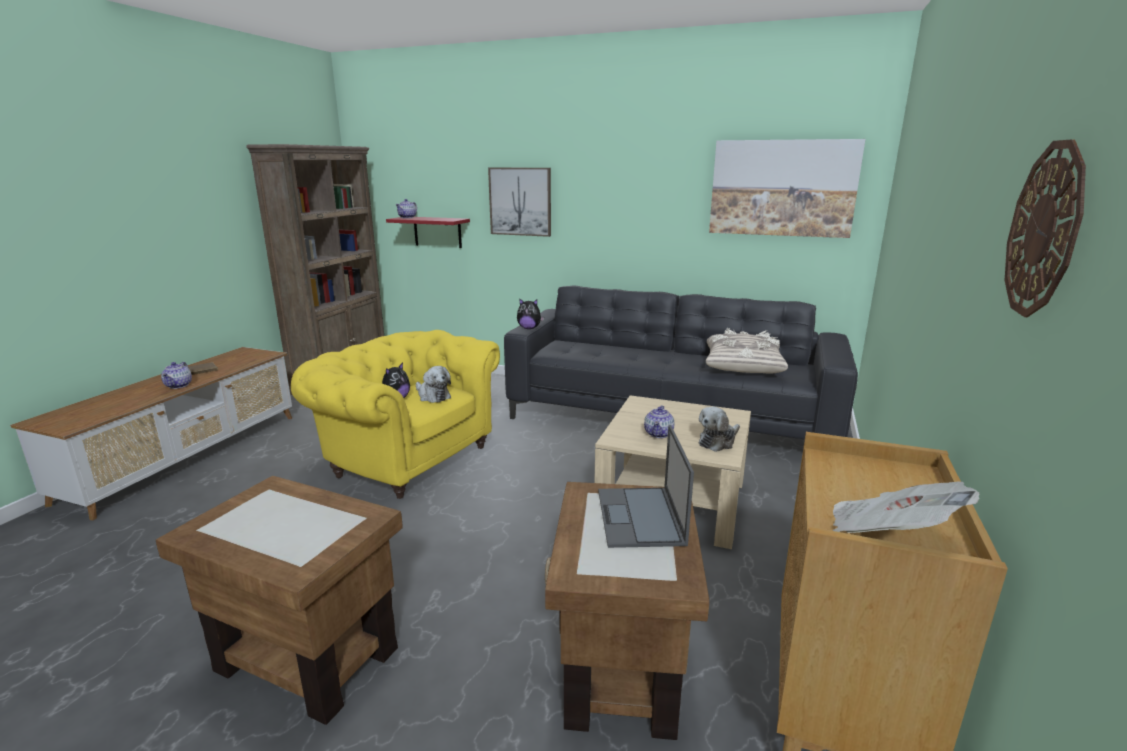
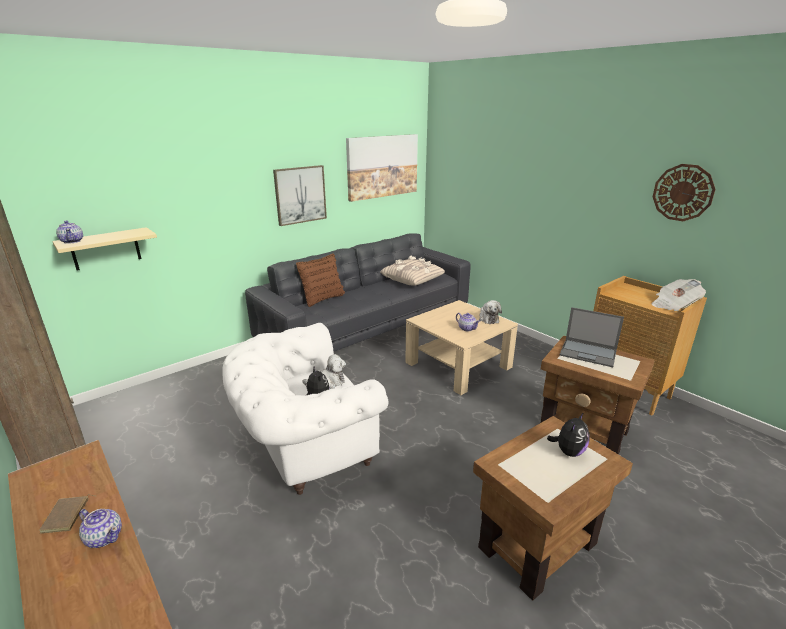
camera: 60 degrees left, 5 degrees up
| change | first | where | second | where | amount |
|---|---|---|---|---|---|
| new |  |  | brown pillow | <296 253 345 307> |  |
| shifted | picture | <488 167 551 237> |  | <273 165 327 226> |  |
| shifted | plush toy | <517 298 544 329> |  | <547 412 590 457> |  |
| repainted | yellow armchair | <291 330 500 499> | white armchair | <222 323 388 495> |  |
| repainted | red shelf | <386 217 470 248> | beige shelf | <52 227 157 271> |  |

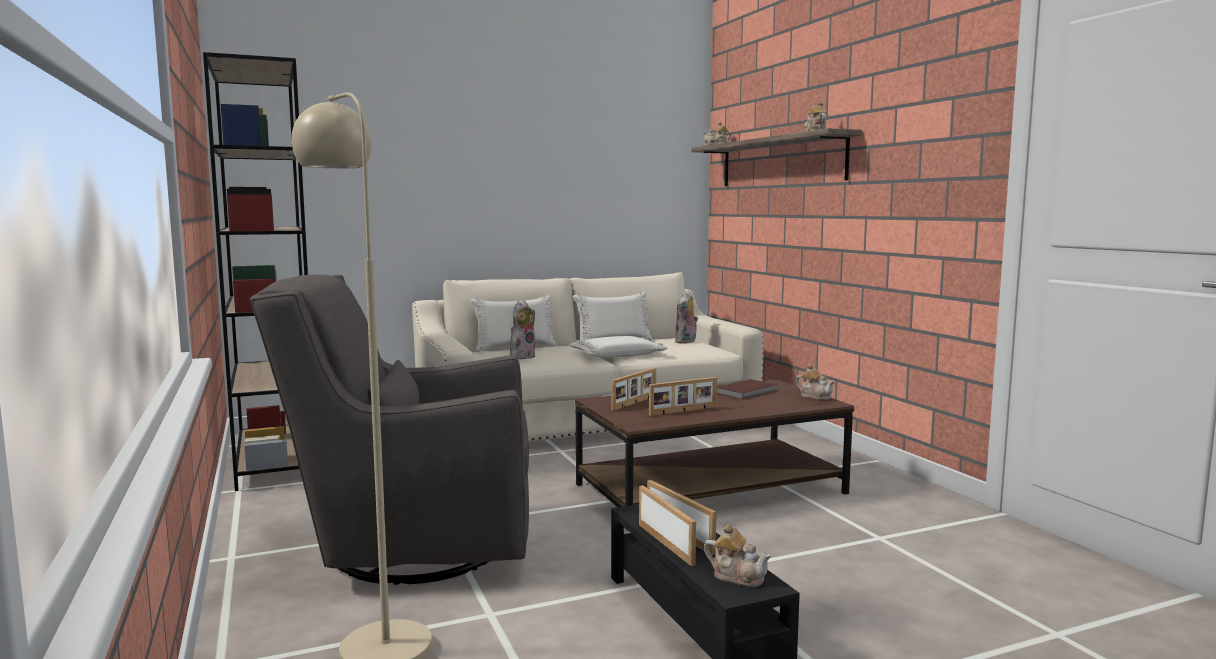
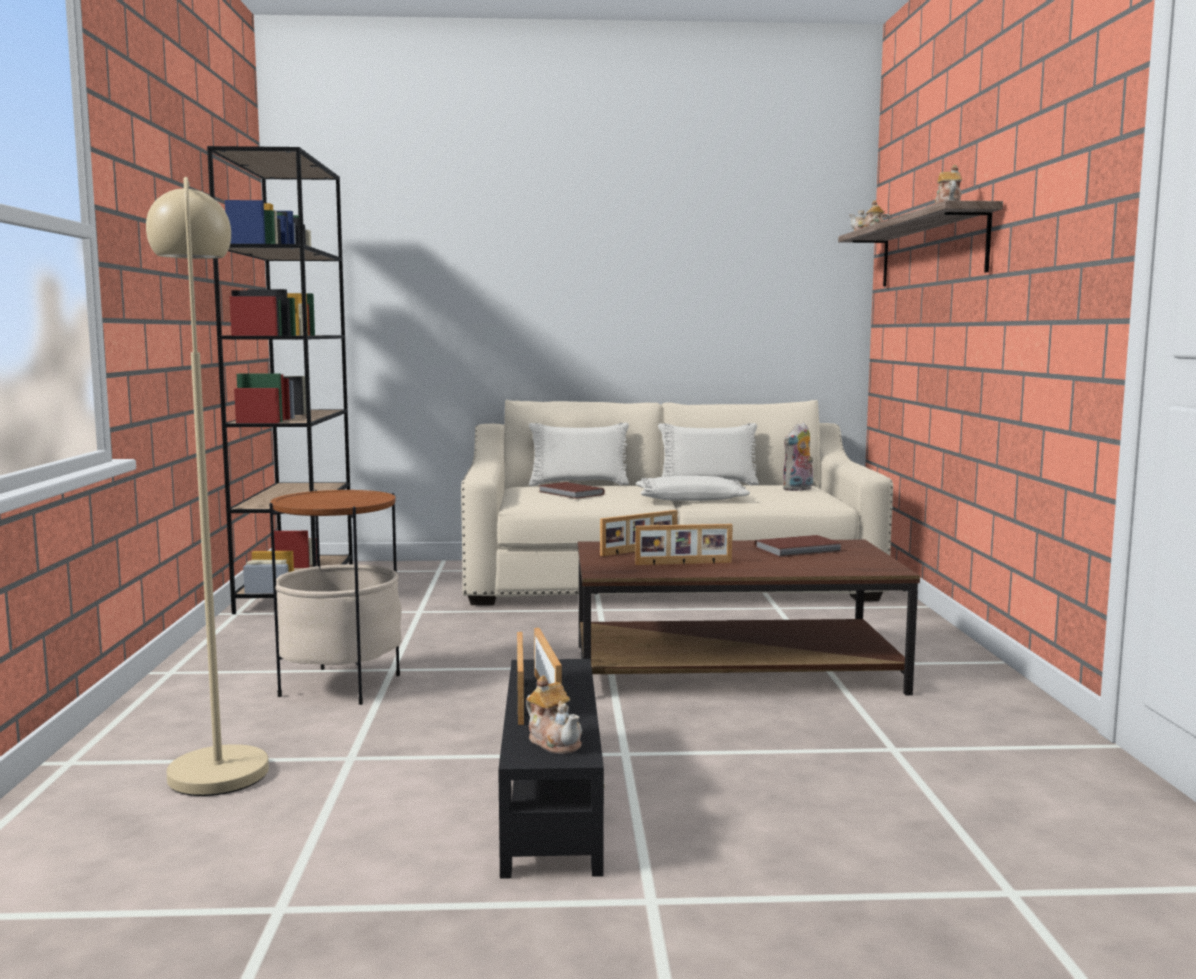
camera: 20 degrees right, 0 degrees up
| change | first | where | second | where | amount |
|---|---|---|---|---|---|
| gone | teapot | <796 364 835 400> |  |  |  |
| swapped | grey armchair | <250 275 529 585> | side table | <270 490 402 705> |  |
| swapped | plush toy | <510 301 535 359> | brown book | <538 482 605 499> |  |

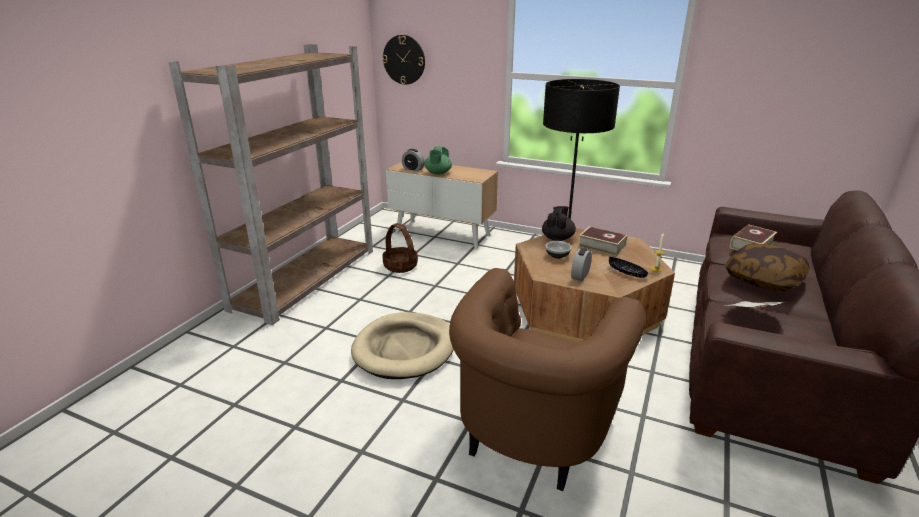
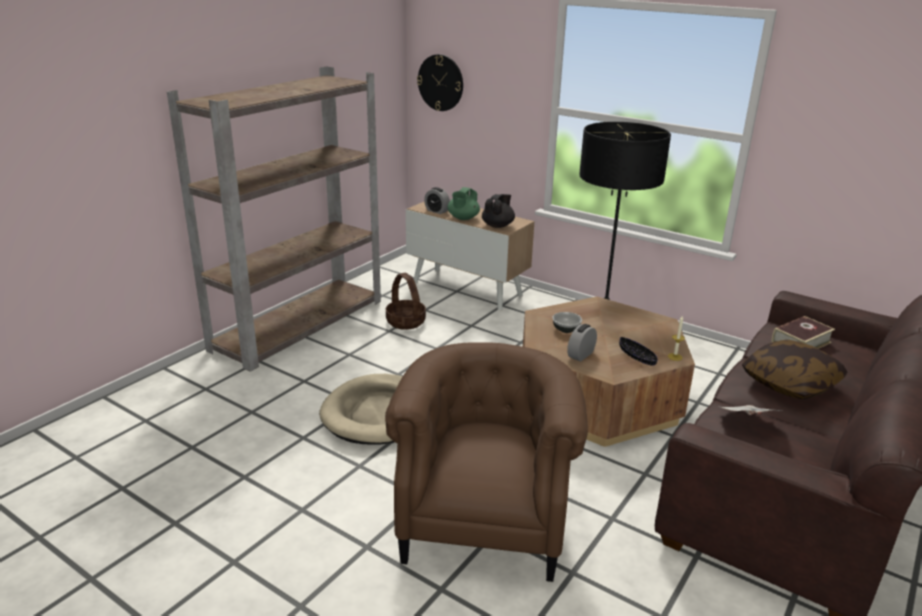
camera: 10 degrees right, 0 degrees up
| change | first | where | second | where | amount |
|---|---|---|---|---|---|
| gone | book | <578 226 627 256> |  |  |  |
| shifted | black teapot | <542 206 576 241> |  | <482 194 515 228> |  |
| rotated | brown armchair | <449 268 646 491> |  | <385 342 588 582> | 150 degrees clockwise |

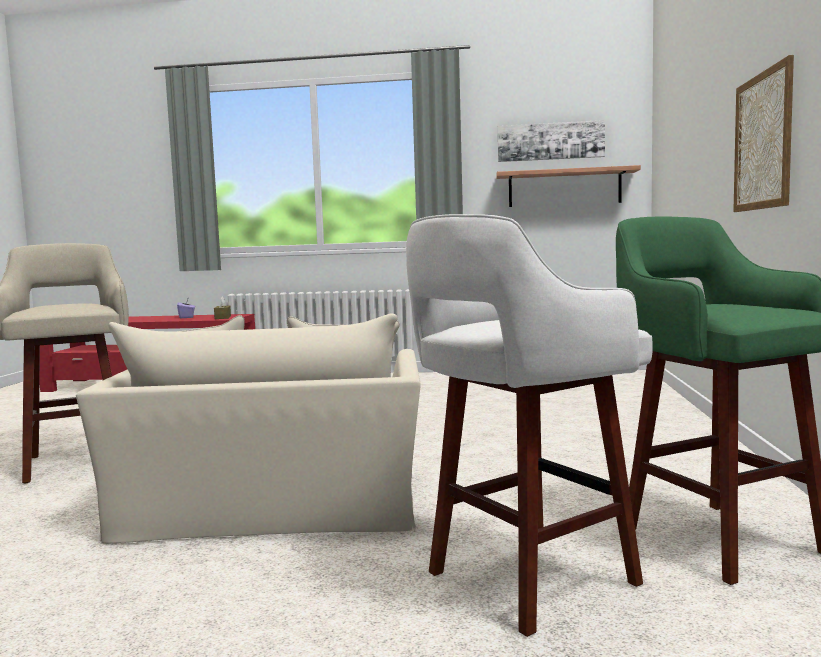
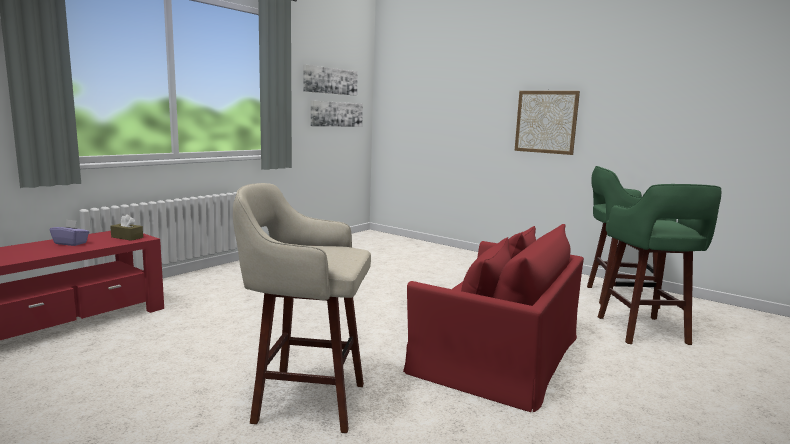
camera: 60 degrees left, 5 degrees up
| change | first | where | second | where | amount |
|---|---|---|---|---|---|
| swapped | shelf | <496 165 641 207> | picture | <310 101 363 127> |  |
| repainted | beige armchair | <76 314 421 544> | red armchair | <403 224 584 412> |  |
| repainted | white stool | <406 214 653 637> | green stool | <598 184 721 345> |  |

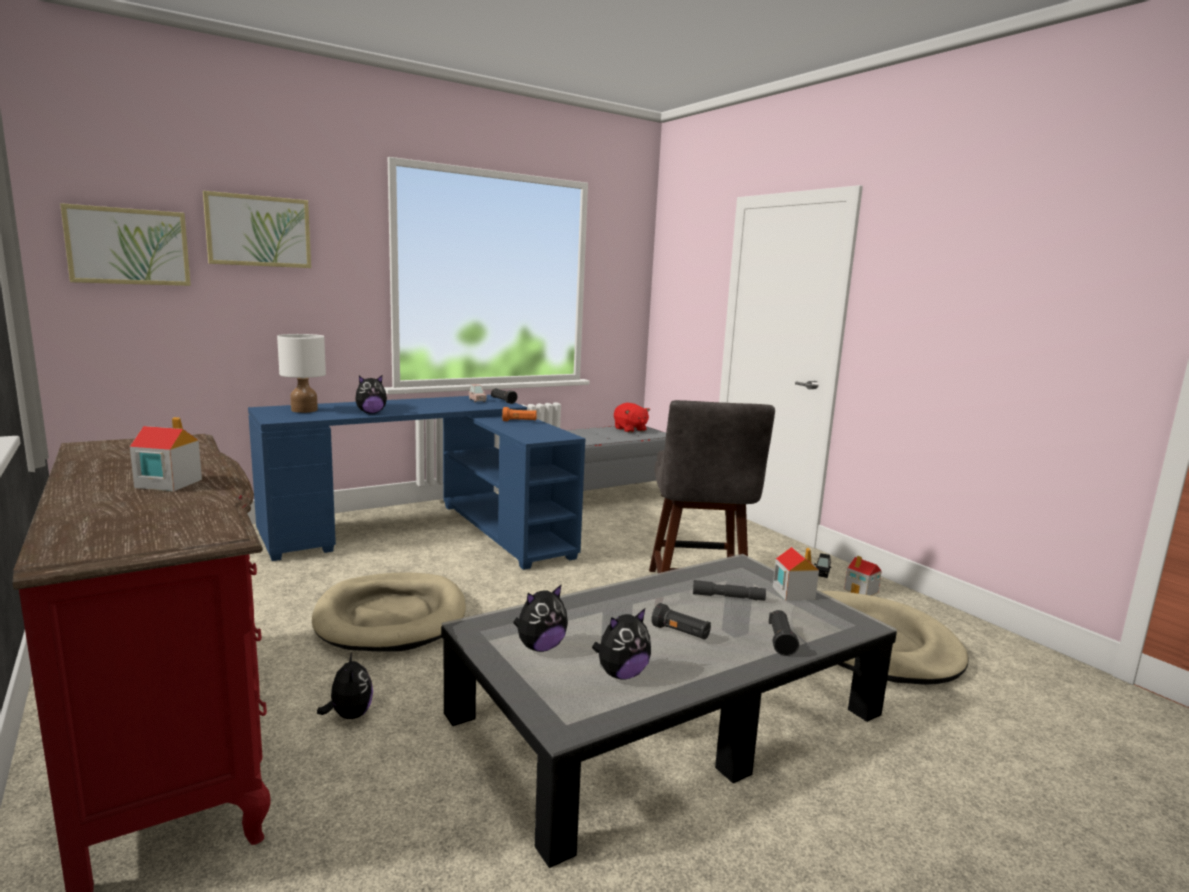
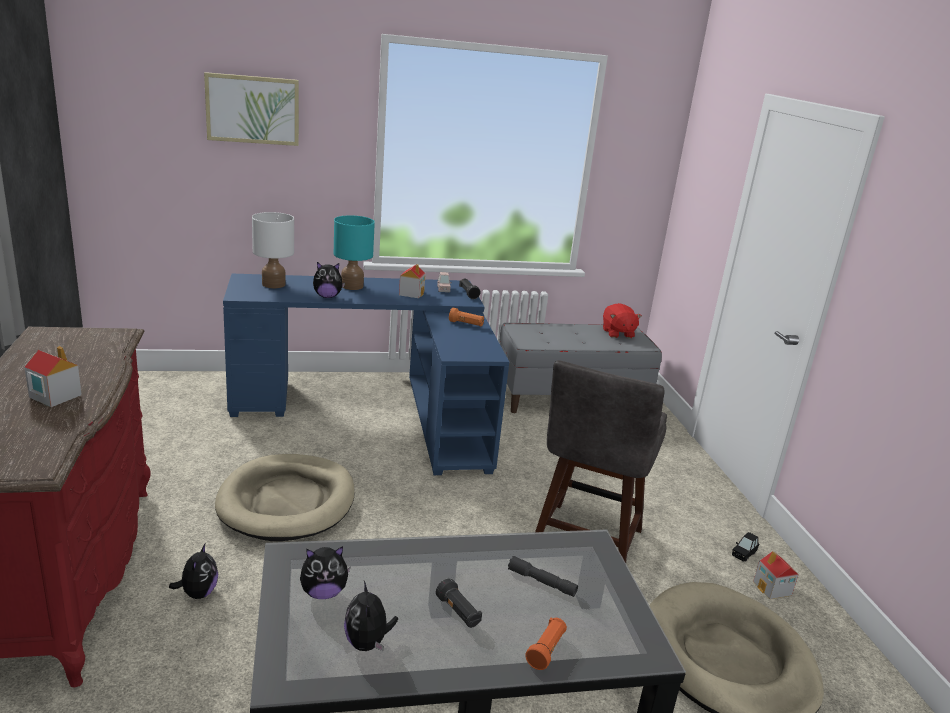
camera: 20 degrees right, 10 degrees up
| change | first | where | second | where | amount |
|---|---|---|---|---|---|
| gone | picture | <60 203 191 286> |  |  |  |
| new |  |  | turquoise table lamp | <334 215 375 290> |  |
| shifted | toy house | <773 547 819 601> |  | <399 264 426 298> |  |
| repainted | black flashlight | <769 610 799 656> | orange flashlight | <525 618 567 670> |  |
| rotated | plush toy | <592 608 651 680> |  | <344 581 398 651> | 90 degrees clockwise |

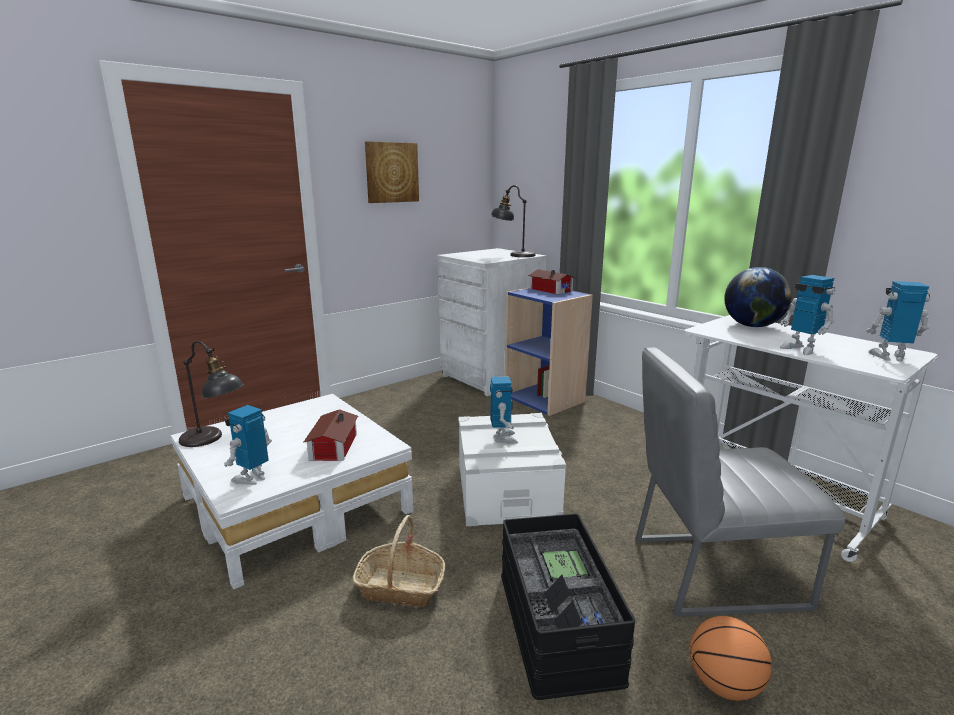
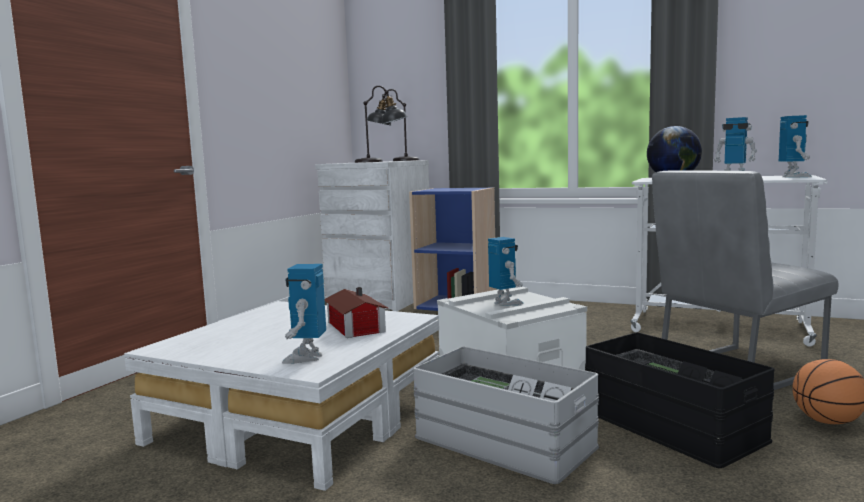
camera: 25 degrees left, 10 degrees down
| change | first | where | second | where | amount |
|---|---|---|---|---|---|
| gone | picture | <365 141 419 203> |  |  |  |
| gone | toy house | <528 269 575 295> |  |  |  |
| shifted | grey table lamp | <179 341 243 447> |  | <355 86 408 163> |  |
| swapped | basket | <353 515 445 607> | grey storage box | <413 347 599 484> |  |
| rotated | toy robot | <866 281 931 362> |  | <779 115 812 178> | 105 degrees clockwise |

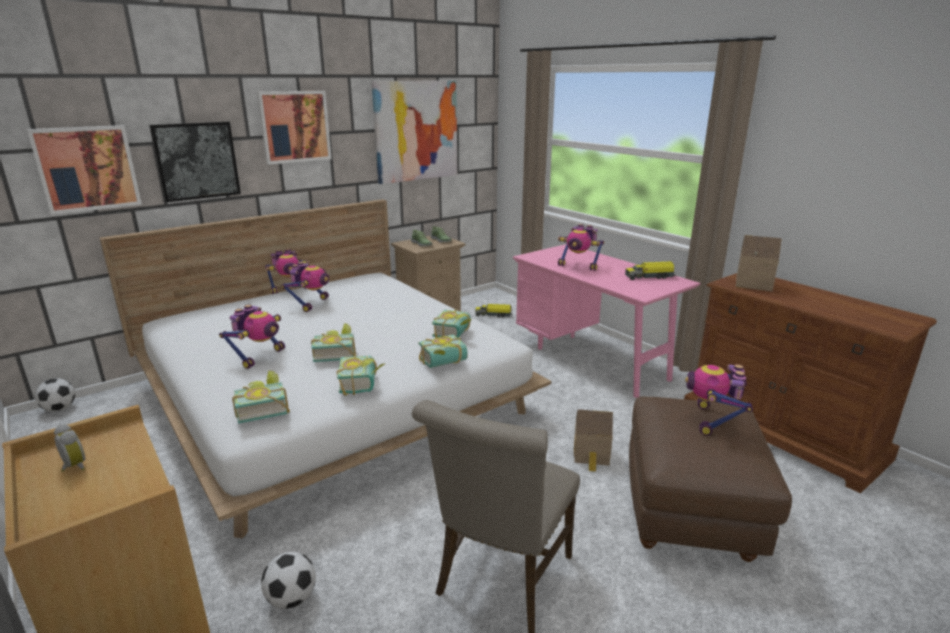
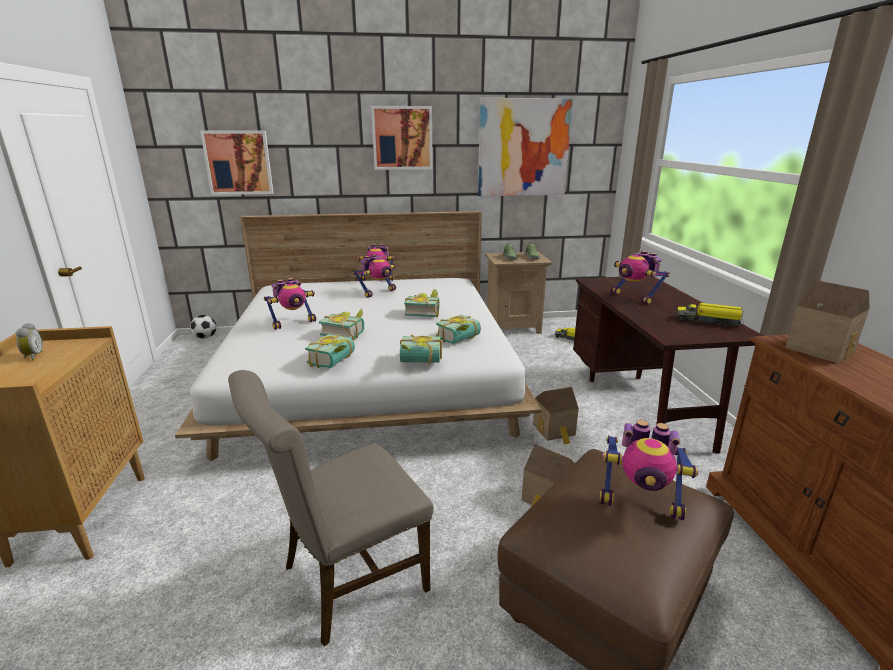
camera: 30 degrees right, 0 degrees up
| change | first | where | second | where | amount |
|---|---|---|---|---|---|
| gone | picture | <149 122 241 202> |  |  |  |
| gone | football | <261 552 316 609> |  |  |  |
| new |  |  | toy house | <533 387 579 445> |  |
| shifted | book | <232 371 290 424> |  | <404 289 440 317> |  |
| repainted | pink desk | <513 244 700 398> | brown desk | <573 276 764 454> |  |
| rotated | toy robot | <685 364 753 436> |  | <599 420 699 520> | 120 degrees counterclockwise |

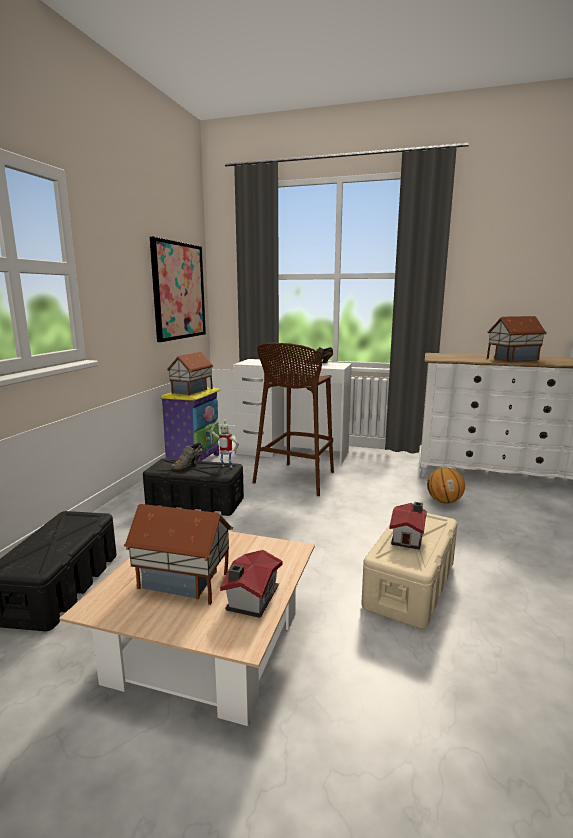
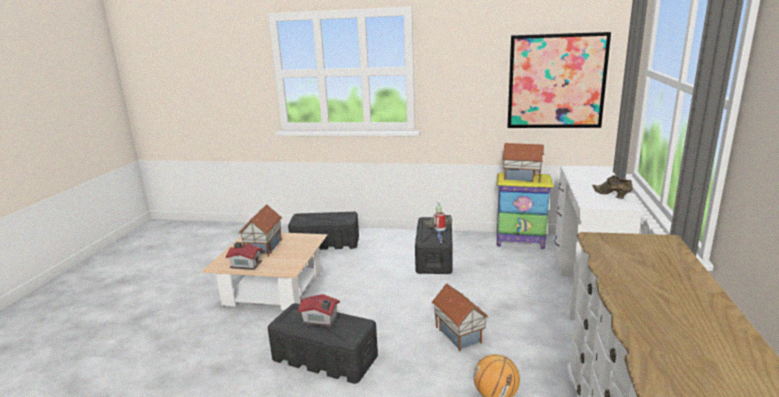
camera: 85 degrees right, 5 degrees up
| change | first | where | second | where | amount |
|---|---|---|---|---|---|
| gone | brown stool | <252 343 334 496> |  |  |  |
| shifted | toy house | <487 316 547 362> |  | <432 283 488 351> |  |
| repainted | beige storage box | <361 513 457 629> | black storage box | <268 303 378 384> |  |

